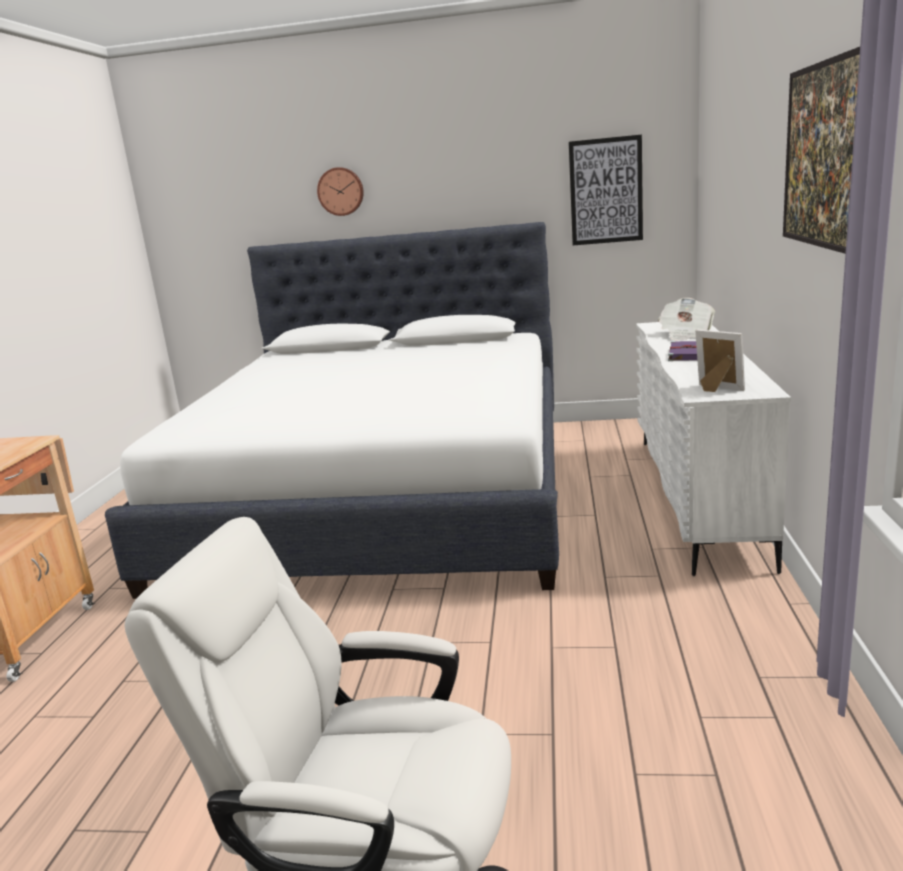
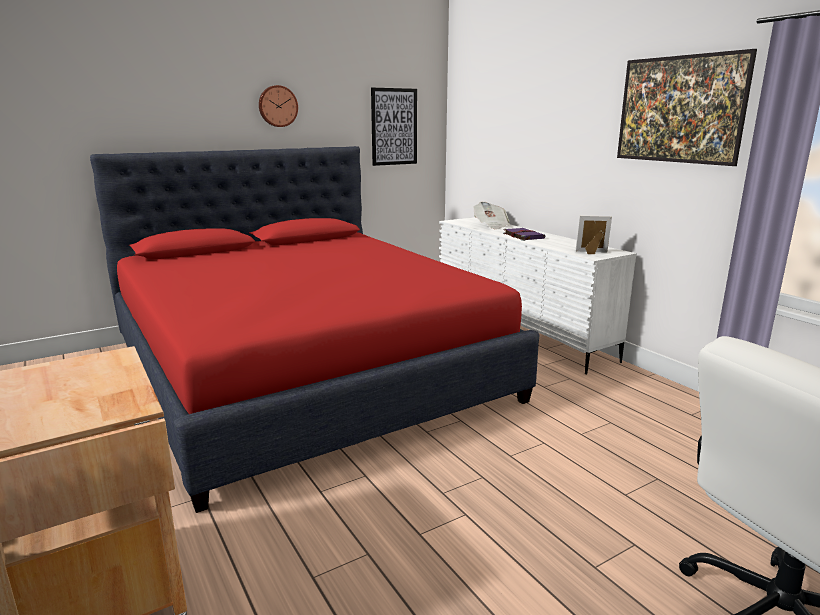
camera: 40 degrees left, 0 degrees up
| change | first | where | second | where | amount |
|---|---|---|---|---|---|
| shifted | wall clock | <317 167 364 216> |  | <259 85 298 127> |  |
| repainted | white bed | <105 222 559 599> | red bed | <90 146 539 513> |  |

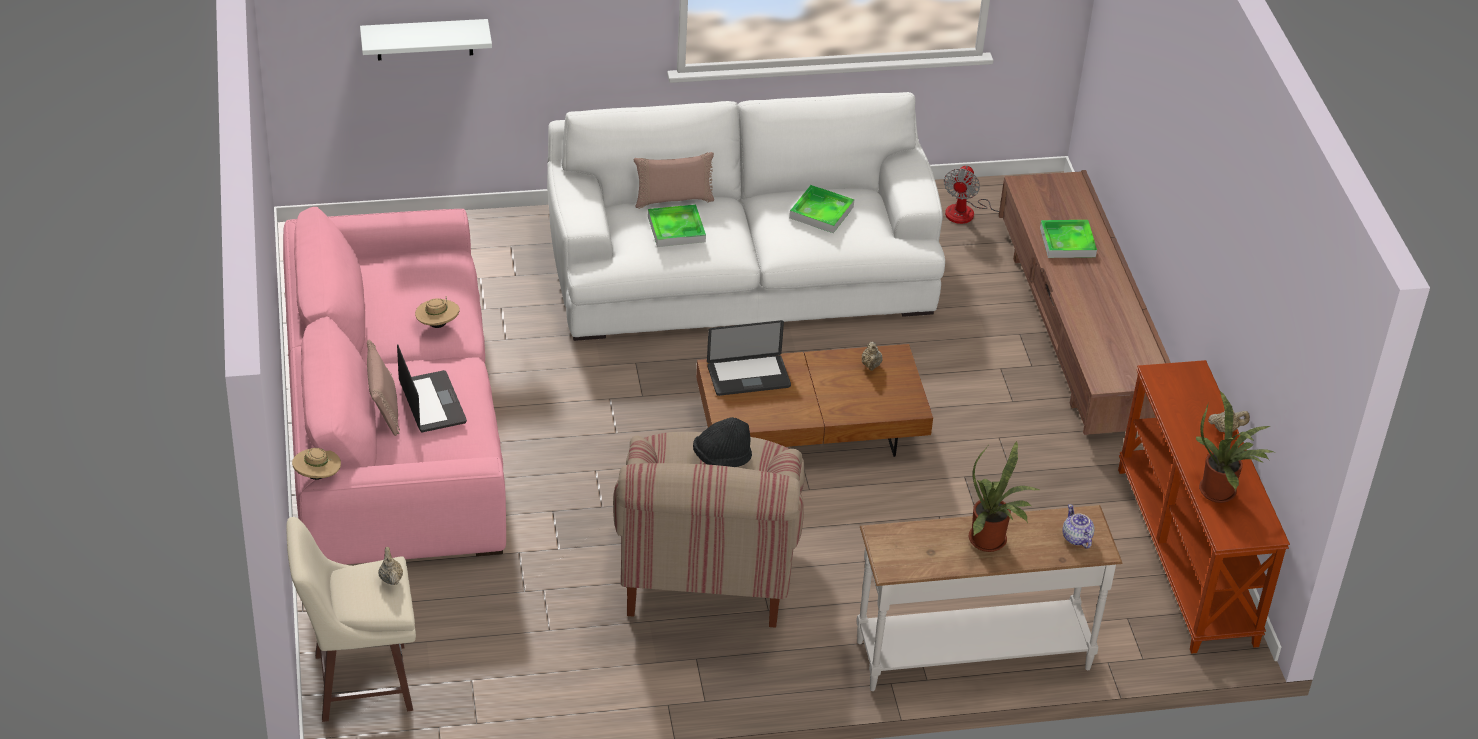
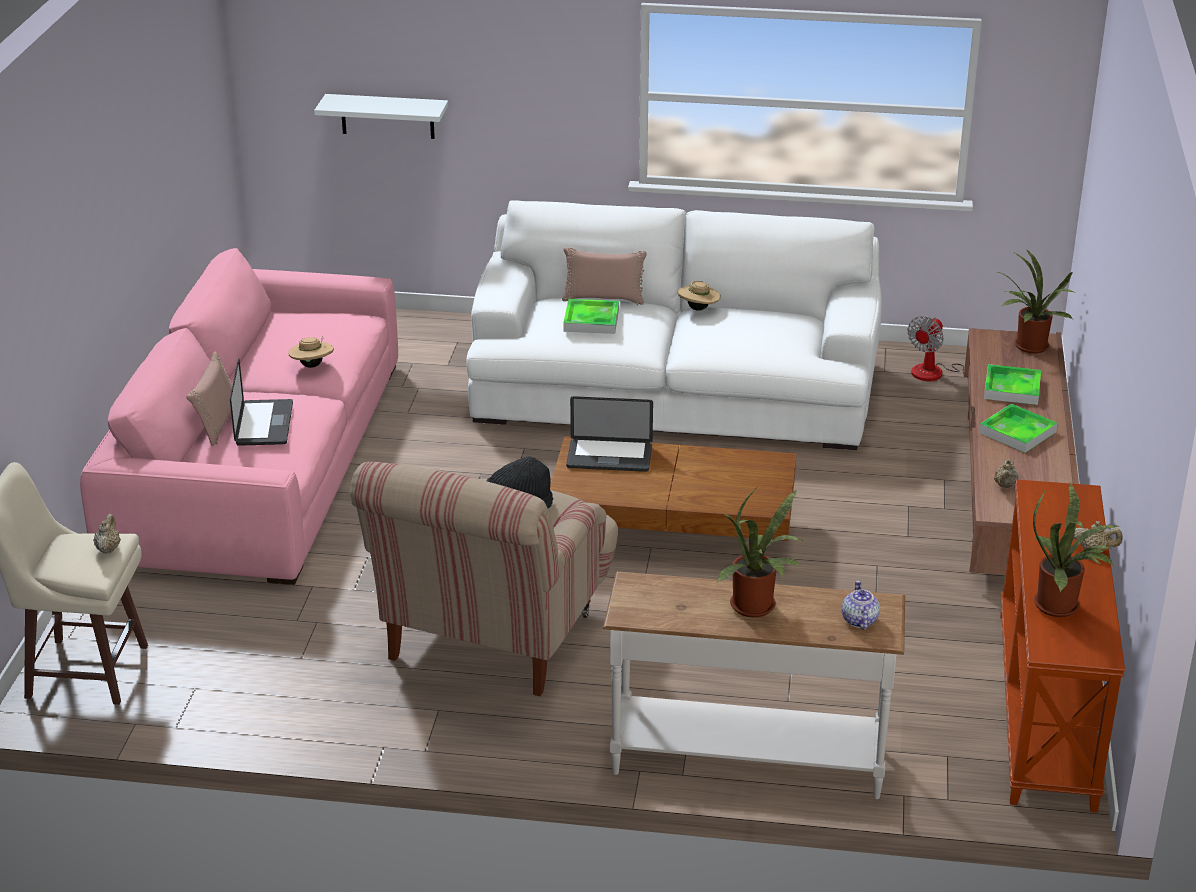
camera: 20 degrees right, 10 degrees down
| change | first | where | second | where | amount |
|---|---|---|---|---|---|
| new |  |  | potted plant | <997 249 1074 354> |  |
| shifted | beige hat | <292 448 341 480> |  | <677 281 721 311> |  |
| shifted | tray | <789 185 854 233> |  | <979 404 1057 453> |  |
| shifted | beige teapot | <862 342 883 371> |  | <994 459 1018 488> |  |

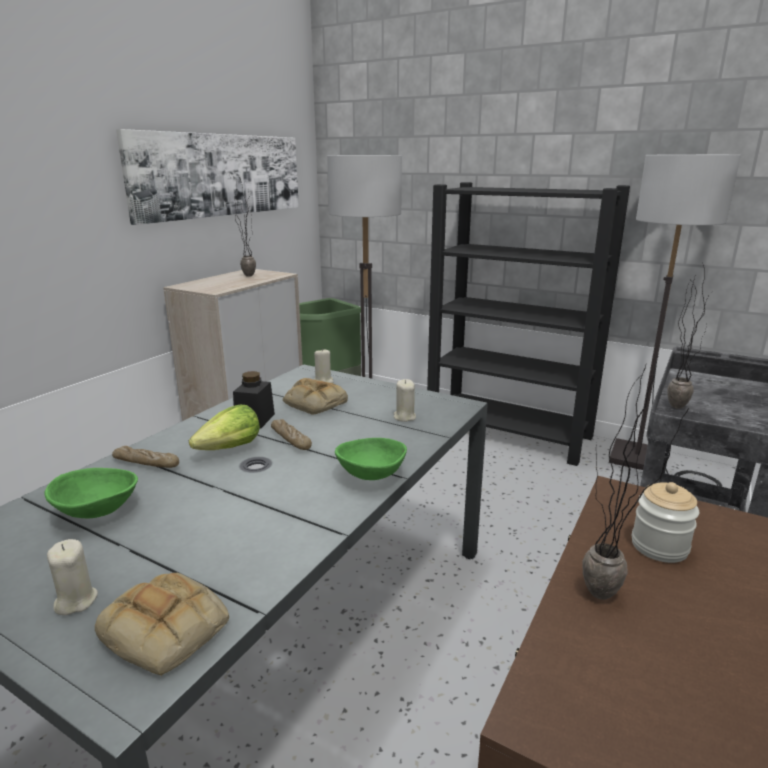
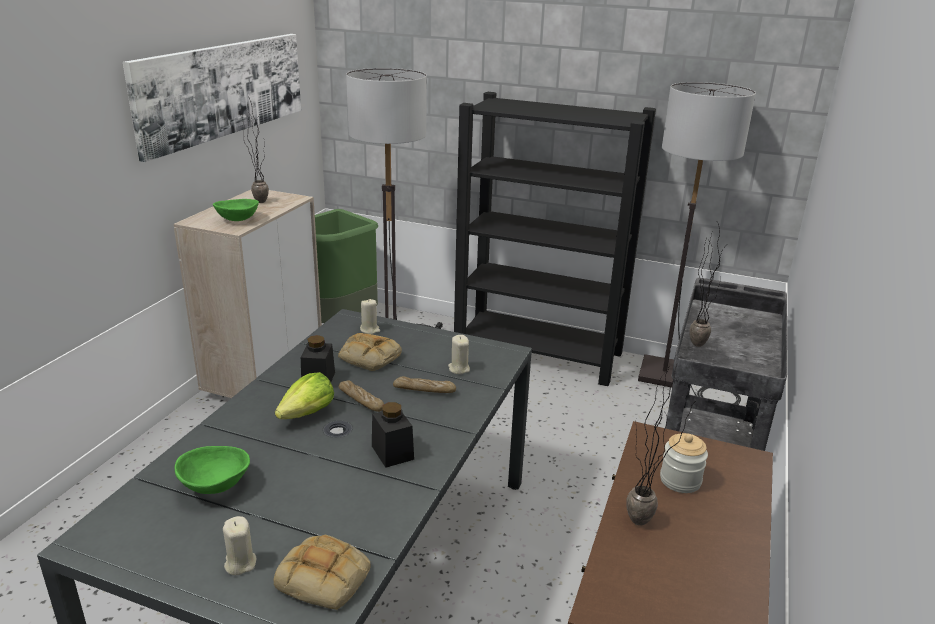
camera: 10 degrees left, 5 degrees up
| change | first | where | second | where | amount |
|---|---|---|---|---|---|
| new |  |  | black jar | <372 402 414 468> |  |
| shifted | bread | <112 446 179 468> |  | <393 376 456 393> |  |
| shifted | green bowl | <335 438 407 480> |  | <213 199 259 221> |  |

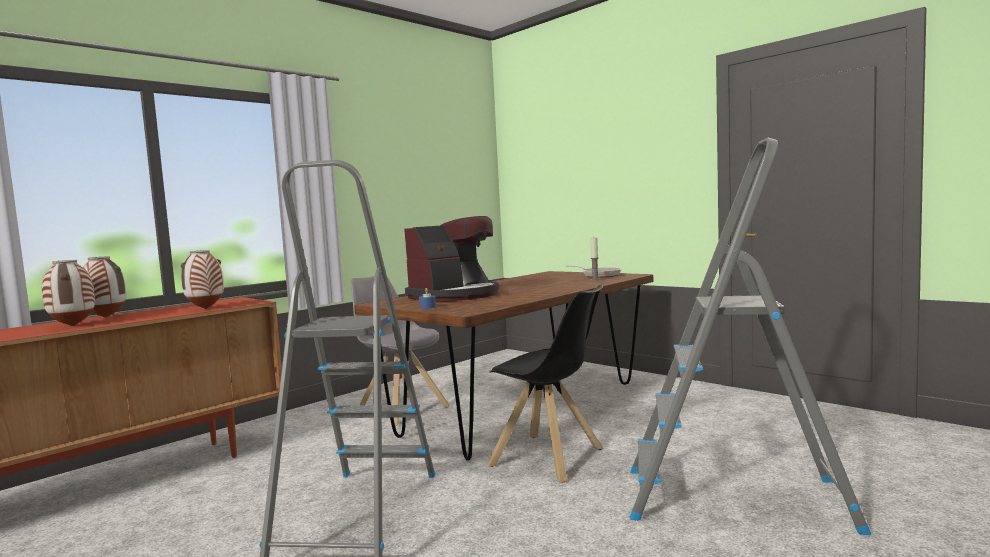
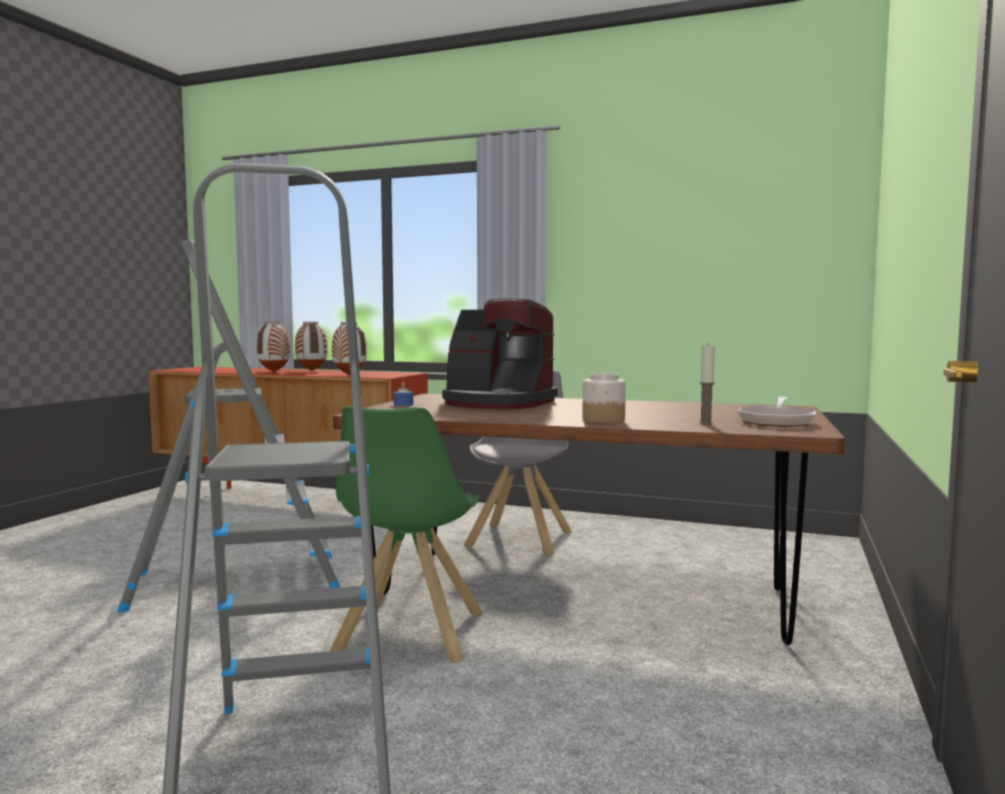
camera: 65 degrees right, 0 degrees up
| change | first | where | second | where | amount |
|---|---|---|---|---|---|
| new |  |  | jar | <582 373 626 423> |  |
| repainted | black chair | <487 285 604 482> | green chair | <330 406 483 663> |  |

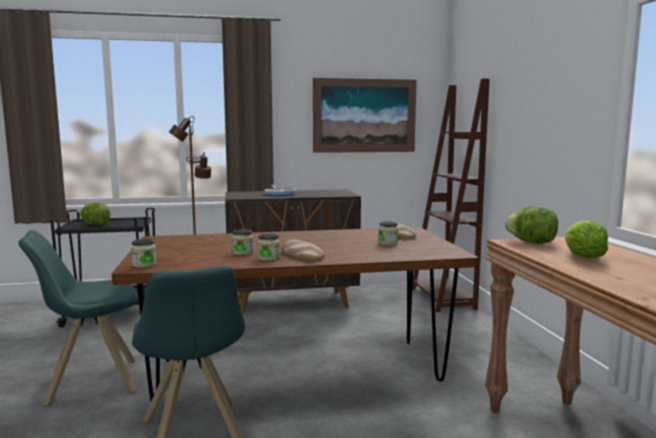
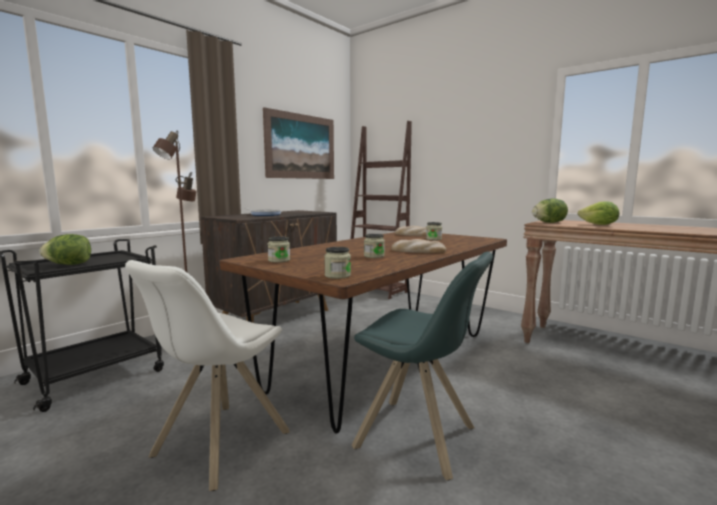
camera: 40 degrees left, 0 degrees up
| change | first | where | second | where | amount |
|---|---|---|---|---|---|
| shifted | jar | <257 234 280 261> |  | <267 236 290 263> |  |
| repainted | turquoise chair | <18 230 139 406> | white chair | <125 260 290 491> |  |

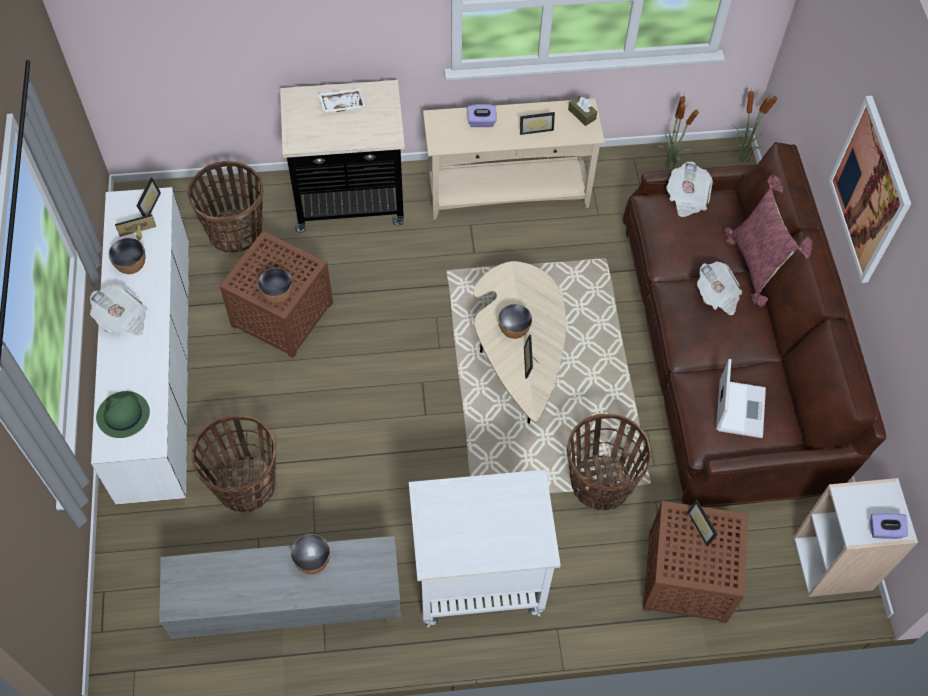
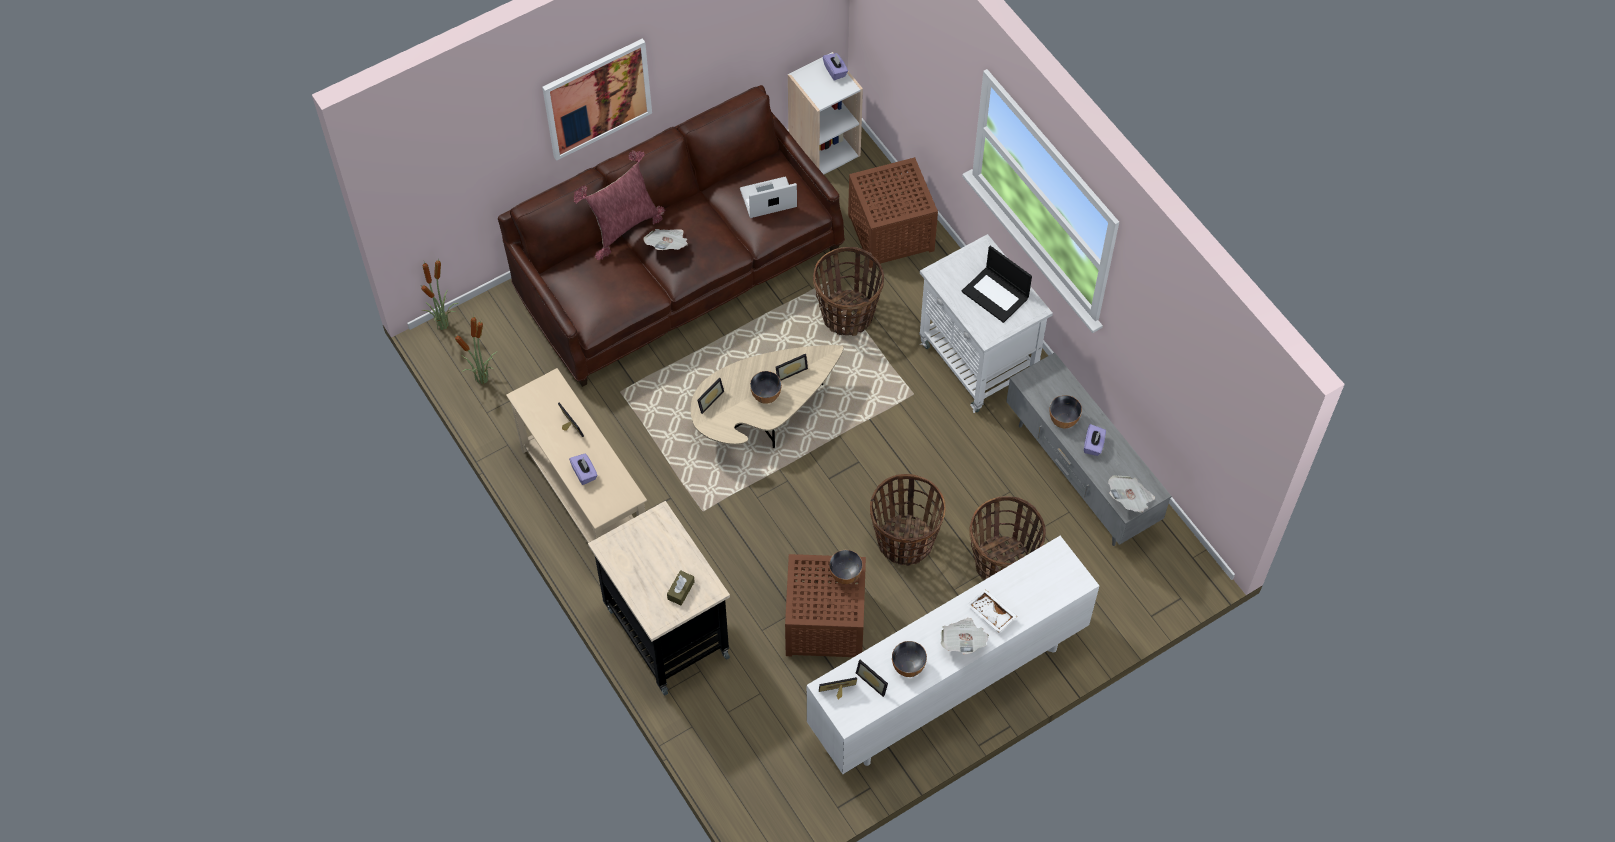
camera: 115 degrees left, 0 degrees up
| change | first | where | second | where | amount |
|---|---|---|---|---|---|
| gone | green hat | <96 391 150 438> |  |  |  |
| new |  |  | laptop | <962 246 1032 323> |  |
| new |  |  | purple tissue box | <1084 424 1106 456> |  |
| shifted | basket | <188 161 263 253> |  | <870 474 946 566> |  |
| shifted | white tray | <318 88 366 112> |  | <967 589 1017 633> |  |
| shifted | brown tissue box | <568 96 597 126> |  | <667 570 695 605> |  |
| shifted | newspaper | <666 162 713 217> |  | <1108 475 1155 513> |  |
| shifted | picture frame | <687 500 718 546> |  | <697 378 724 414> |  |

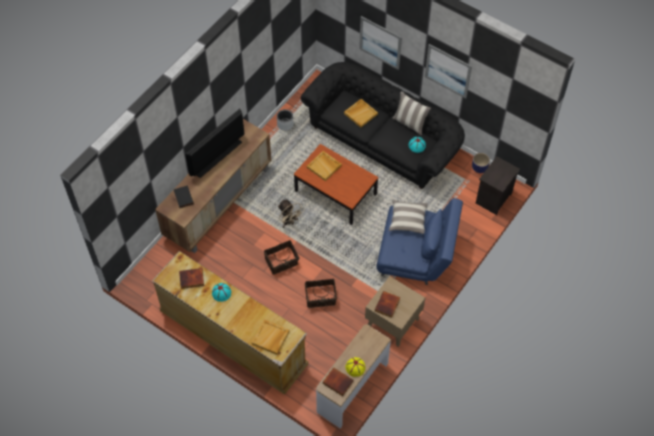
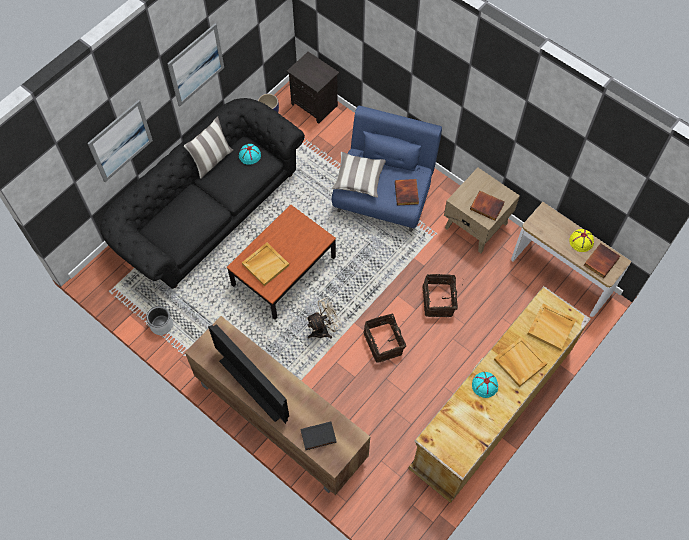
camera: 85 degrees left, 5 degrees up
| change | first | where | second | where | amount |
|---|---|---|---|---|---|
| shifted | book | <179 268 204 289> |  | <395 179 419 205> |  |
| shifted | beige tray | <344 99 378 128> |  | <494 336 547 387> |  |

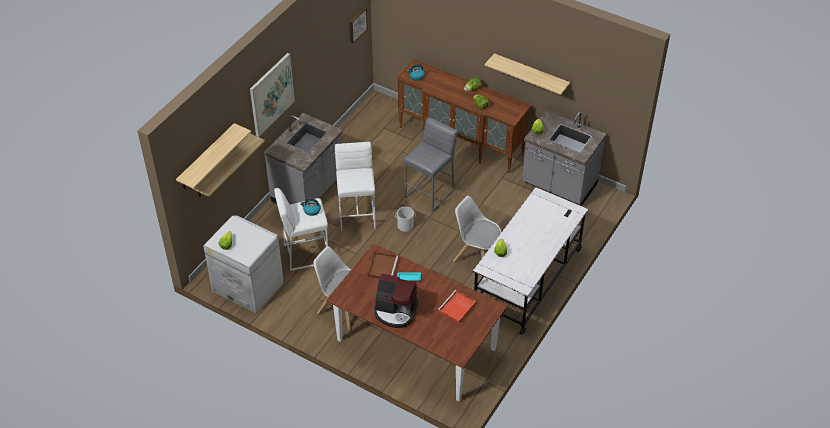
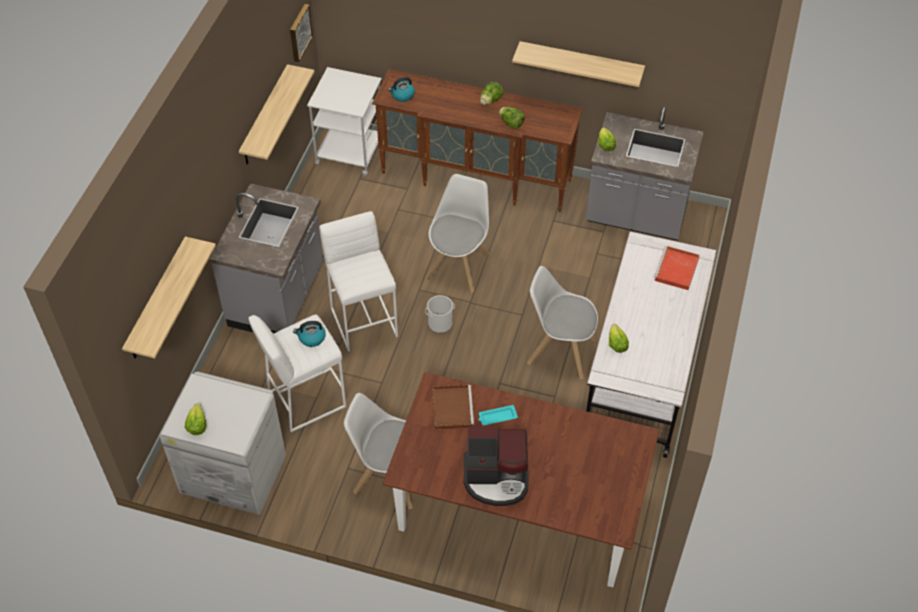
camera: 15 degrees left, 5 degrees up
| change | first | where | second | where | amount |
|---|---|---|---|---|---|
| gone | picture | <250 53 295 137> |  |  |  |
| new |  |  | white cart | <307 67 382 176> |  |
| shifted | shelf | <176 123 251 189> |  | <239 64 315 165> |  |
| shifted | red tray | <438 290 476 324> |  | <654 246 700 290> |  |
| swapped | grey stool | <404 117 457 212> | chair | <425 174 491 293> |  |

